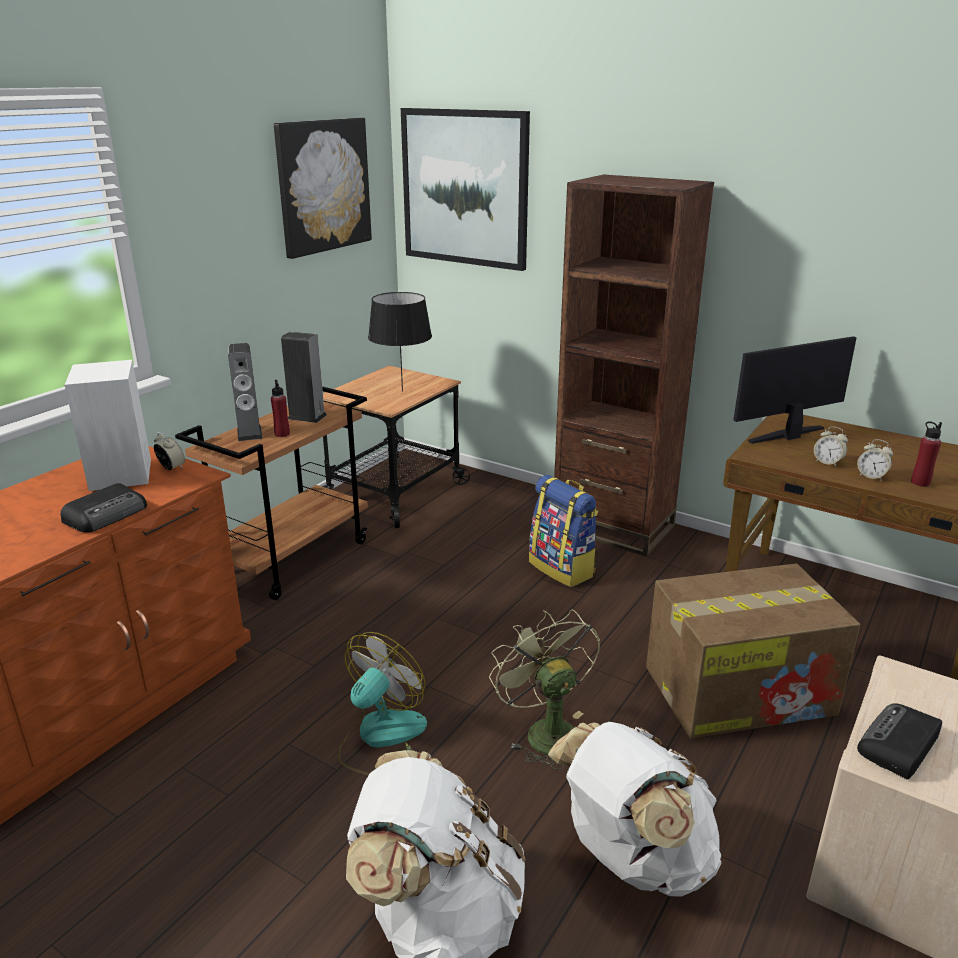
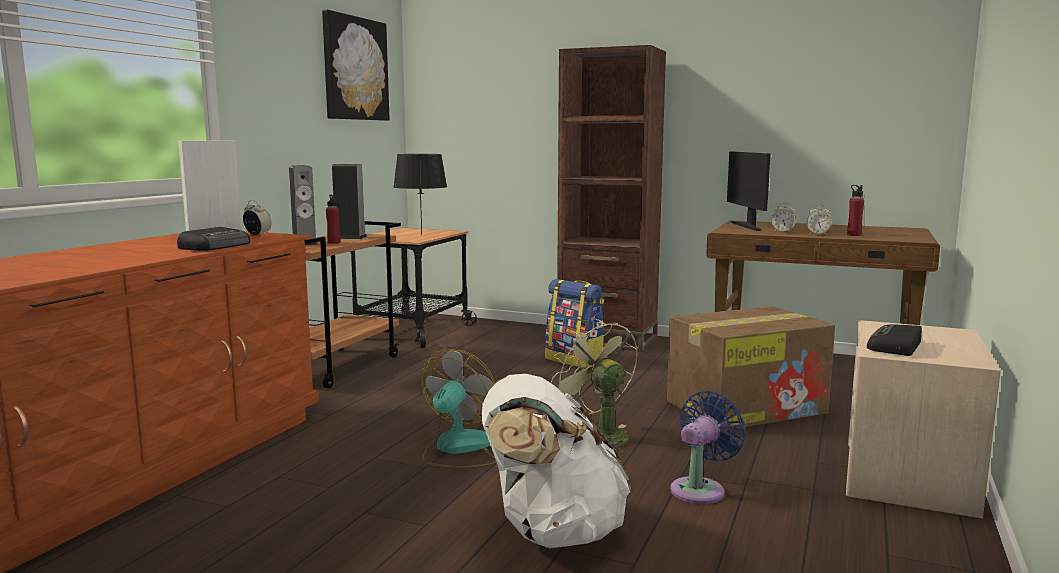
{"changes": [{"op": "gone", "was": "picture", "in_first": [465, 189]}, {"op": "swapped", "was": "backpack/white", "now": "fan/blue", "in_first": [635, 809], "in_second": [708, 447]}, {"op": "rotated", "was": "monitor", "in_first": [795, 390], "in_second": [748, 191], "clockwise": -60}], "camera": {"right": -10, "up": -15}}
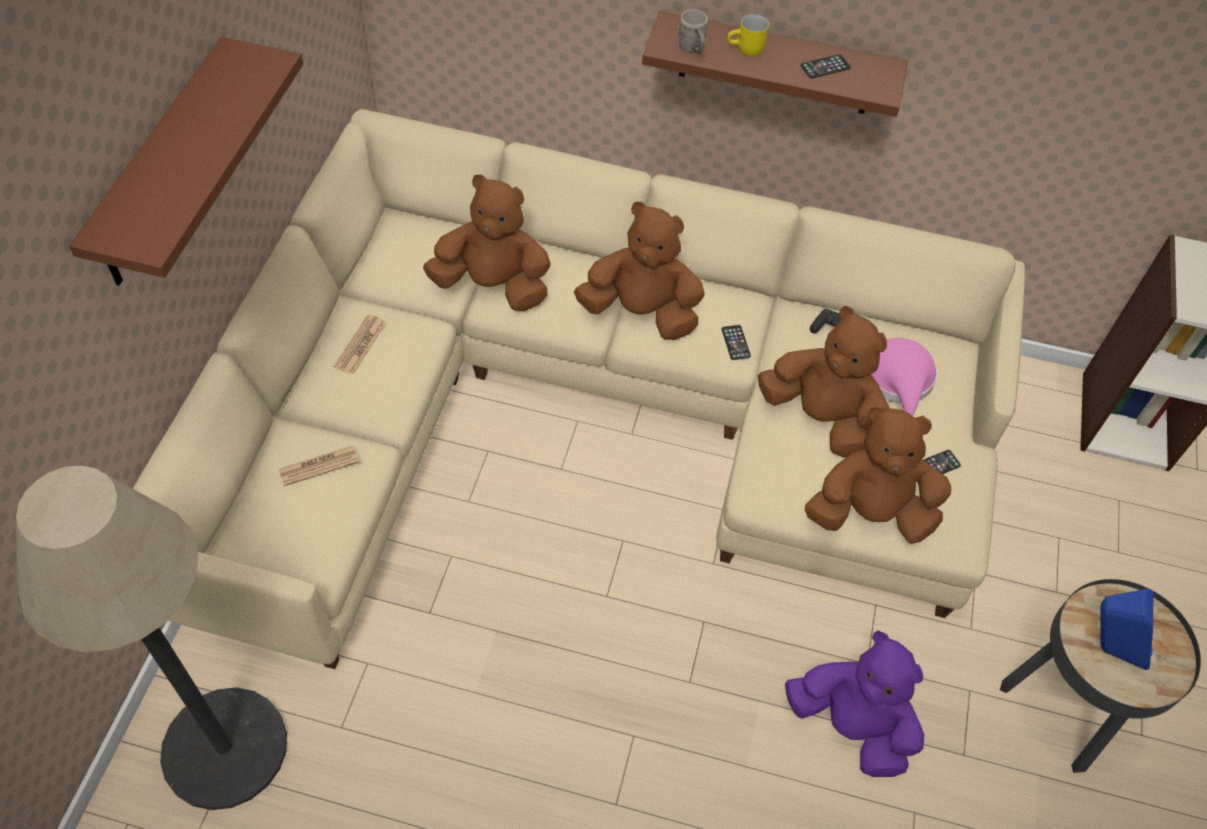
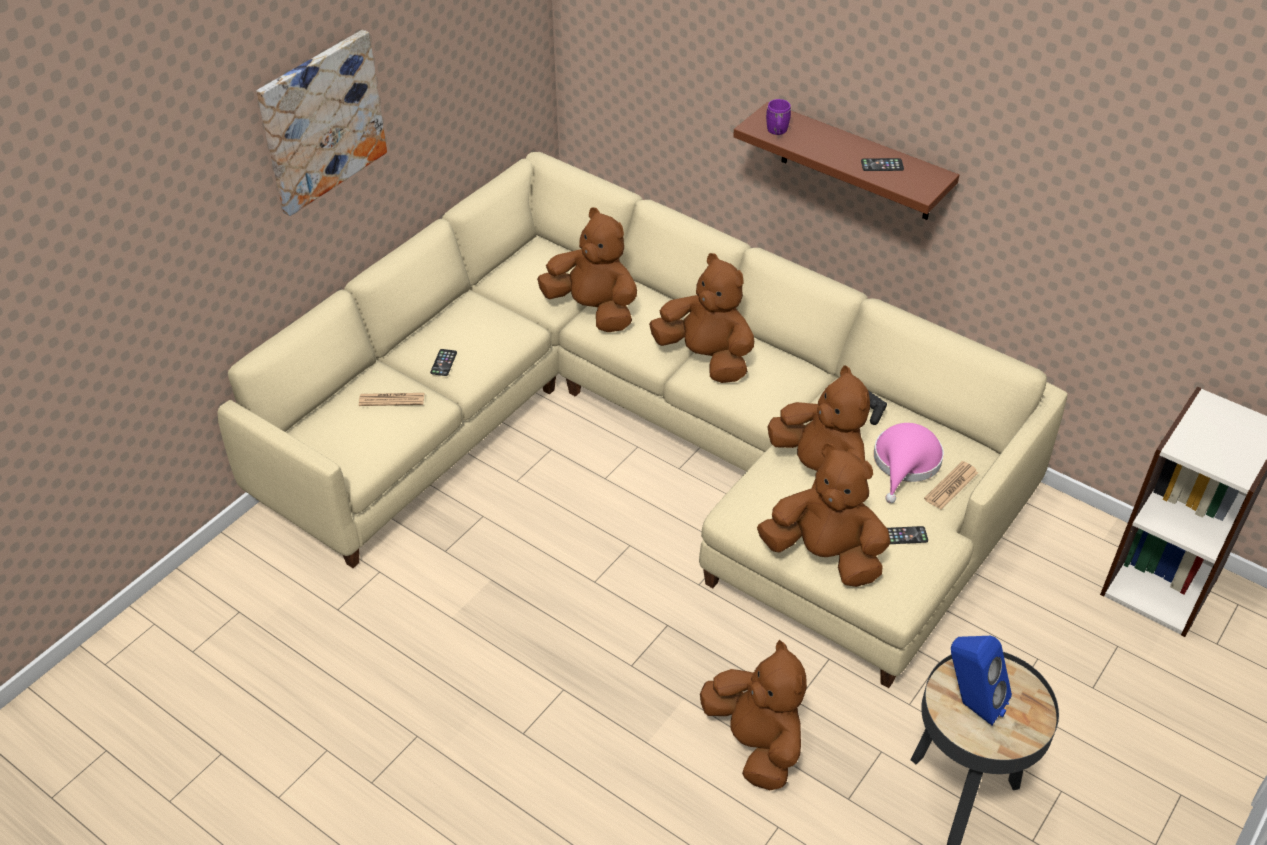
{"changes": [{"op": "gone", "was": "floor lamp", "in_first": [151, 638]}, {"op": "swapped", "was": "shelf/brown", "now": "picture", "in_first": [186, 161], "in_second": [321, 123]}, {"op": "shifted", "was": "newspaper", "in_first": [360, 344], "in_second": [951, 485]}, {"op": "repainted", "was": "mug/grey", "now": "mug/purple", "in_first": [693, 31], "in_second": [778, 117]}, {"op": "shifted", "was": "phone", "in_first": [736, 342], "in_second": [443, 362]}, {"op": "gone", "was": "mug/yellow", "in_first": [748, 35]}, {"op": "repainted", "was": "plush toy/purple", "now": "plush toy/brown", "in_first": [854, 704], "in_second": [753, 715]}], "camera": {"right": 25, "up": -10}}
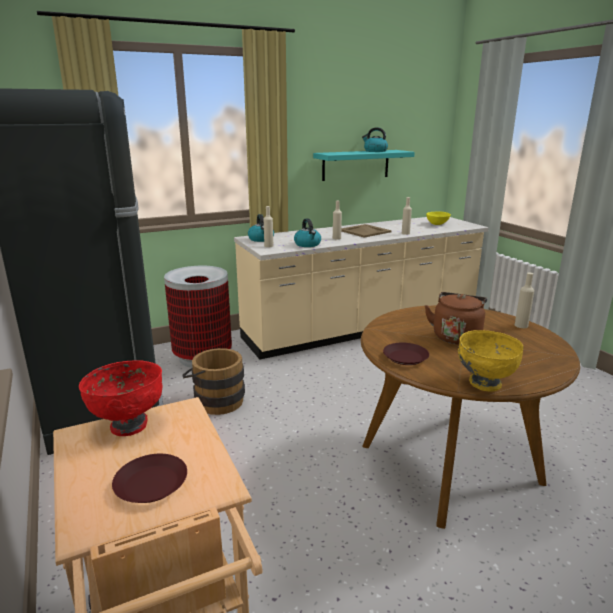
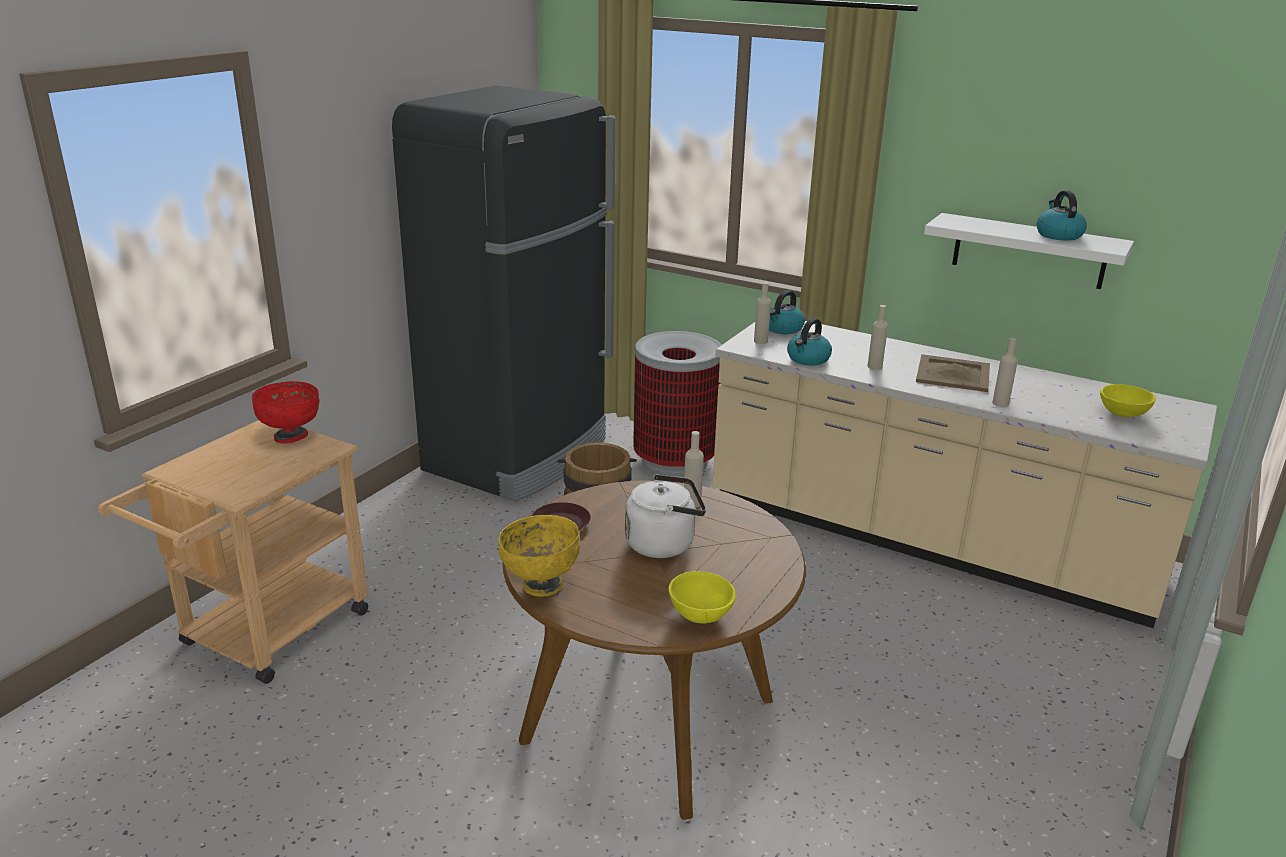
{"changes": [{"op": "gone", "was": "plate/brown", "in_first": [149, 478]}, {"op": "repainted", "was": "shelf/turquoise", "now": "shelf/white", "in_first": [364, 165], "in_second": [1029, 251]}, {"op": "repainted", "was": "kettle/brown", "now": "kettle/white", "in_first": [456, 318], "in_second": [665, 516]}, {"op": "shifted", "was": "bottle/beige", "in_first": [524, 300], "in_second": [694, 469]}, {"op": "new", "now": "bowl/yellow", "in_second": [702, 597]}], "camera": {"right": 55, "up": 5}}
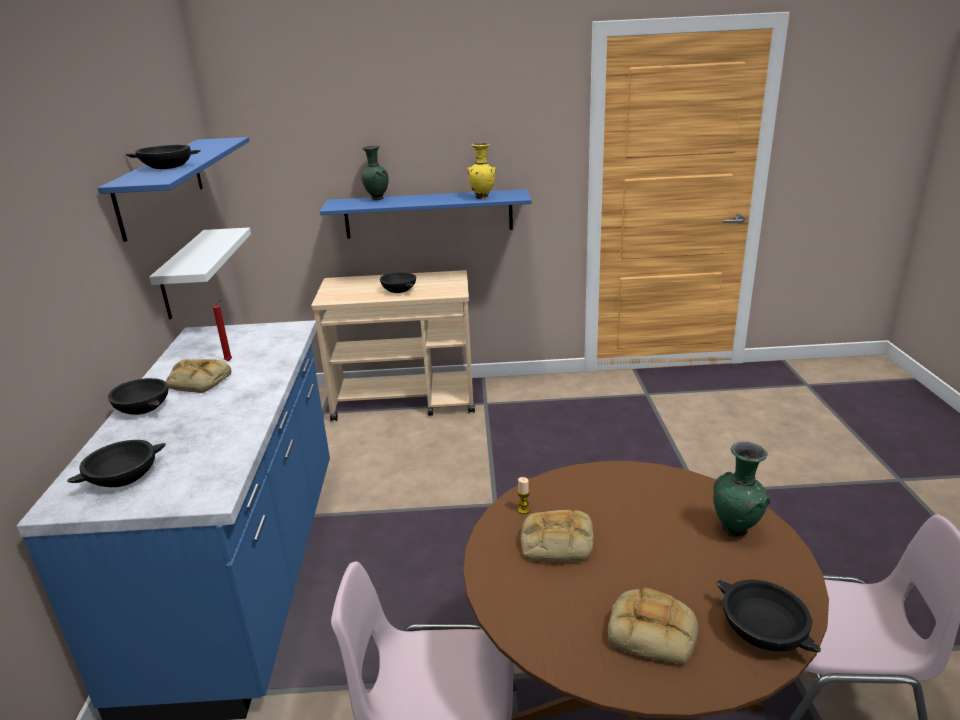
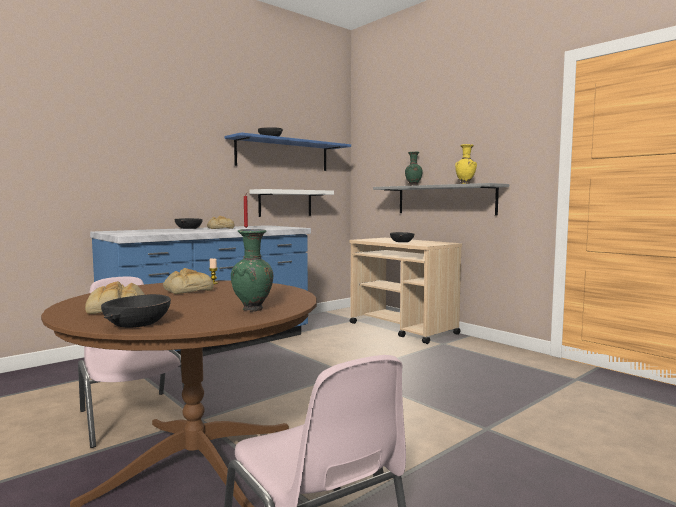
{"changes": [{"op": "gone", "was": "bowl/black", "in_first": [116, 463]}, {"op": "repainted", "was": "shelf/blue", "now": "shelf/grey", "in_first": [426, 214], "in_second": [441, 199]}], "camera": {"right": 50, "up": -20}}
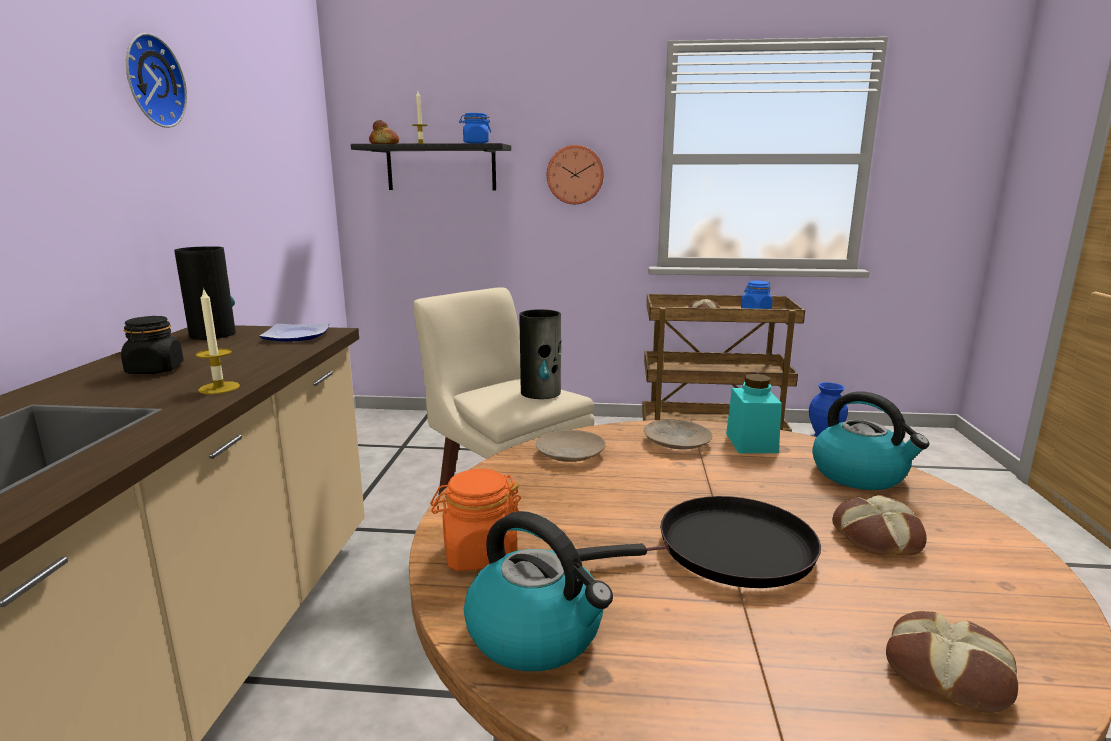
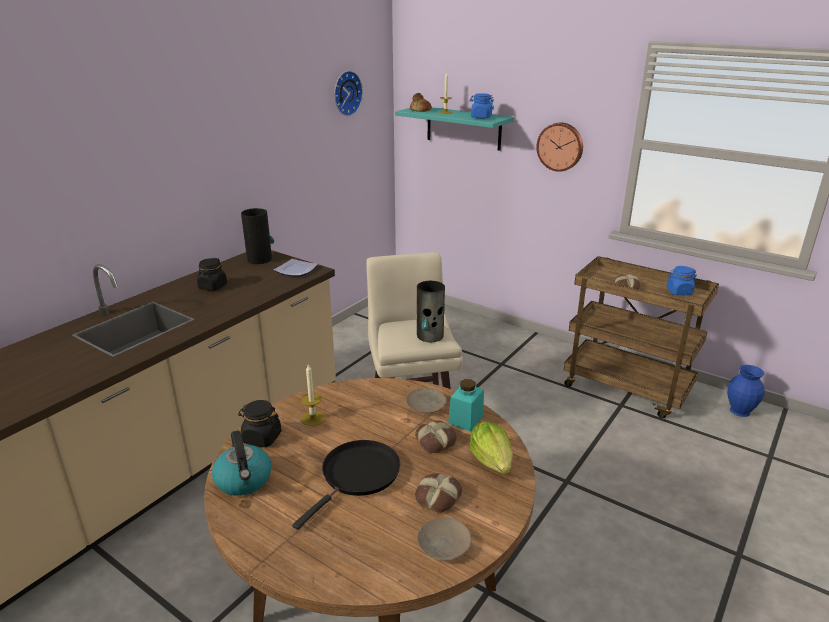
{"changes": [{"op": "shifted", "was": "wall clock", "in_first": [156, 80], "in_second": [348, 93]}, {"op": "shifted", "was": "candle", "in_first": [217, 341], "in_second": [313, 395]}, {"op": "repainted", "was": "shelf/black", "now": "shelf/turquoise", "in_first": [431, 166], "in_second": [454, 129]}, {"op": "repainted", "was": "jar/orange", "now": "jar/black", "in_first": [475, 520], "in_second": [259, 423]}, {"op": "shifted", "was": "plate/beige", "in_first": [571, 446], "in_second": [444, 539]}, {"op": "rotated", "was": "frying pan/black", "in_first": [698, 542], "in_second": [346, 485], "clockwise": -75}, {"op": "swapped", "was": "kettle", "now": "lettuce", "in_first": [870, 440], "in_second": [491, 447]}, {"op": "shifted", "was": "bread", "in_first": [952, 662], "in_second": [436, 436]}], "camera": {"right": 30, "up": 10}}
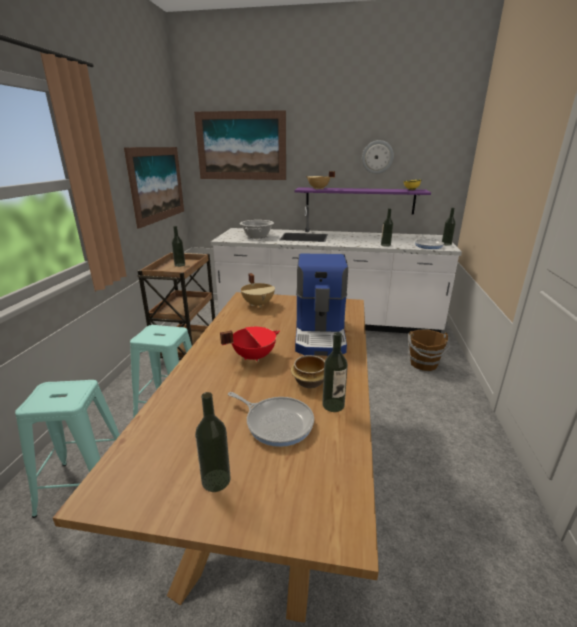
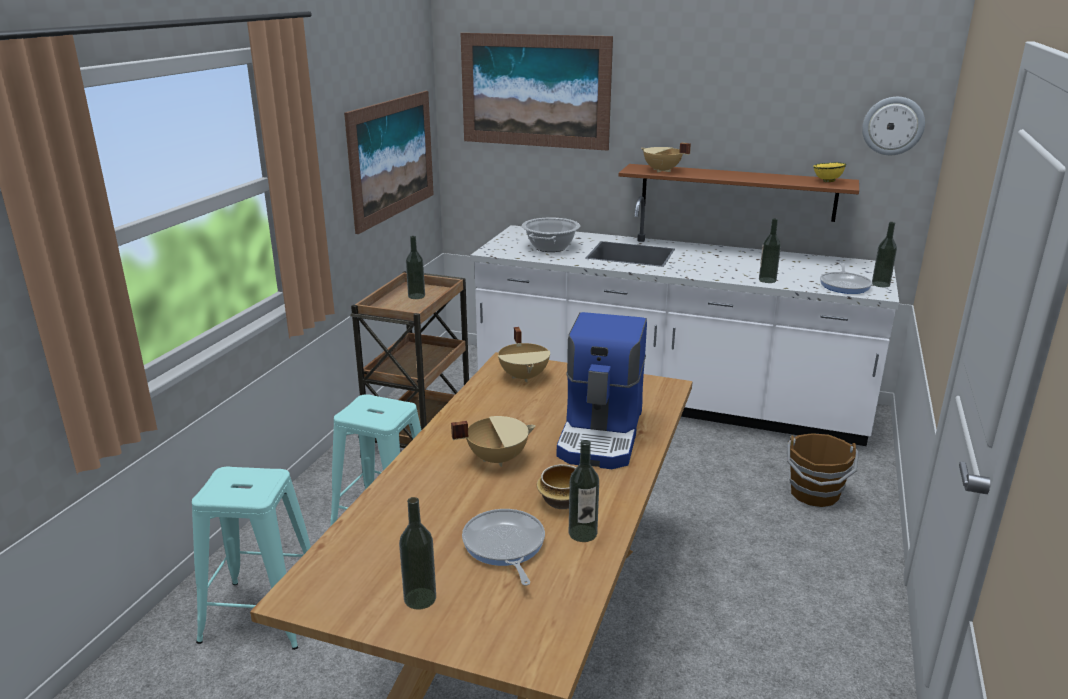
{"changes": [{"op": "repainted", "was": "cooking pot/red", "now": "cooking pot/beige", "in_first": [250, 344], "in_second": [493, 441]}, {"op": "rotated", "was": "frying pan", "in_first": [271, 419], "in_second": [503, 547], "clockwise": -150}, {"op": "repainted", "was": "shelf/purple", "now": "shelf/brown", "in_first": [363, 200], "in_second": [739, 193]}, {"op": "shifted", "was": "wall clock", "in_first": [378, 157], "in_second": [893, 126]}], "camera": {"right": 10, "up": 0}}
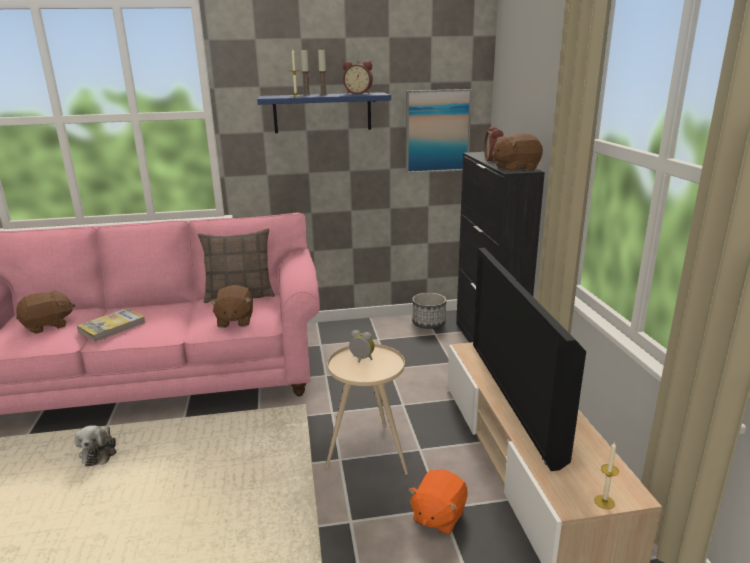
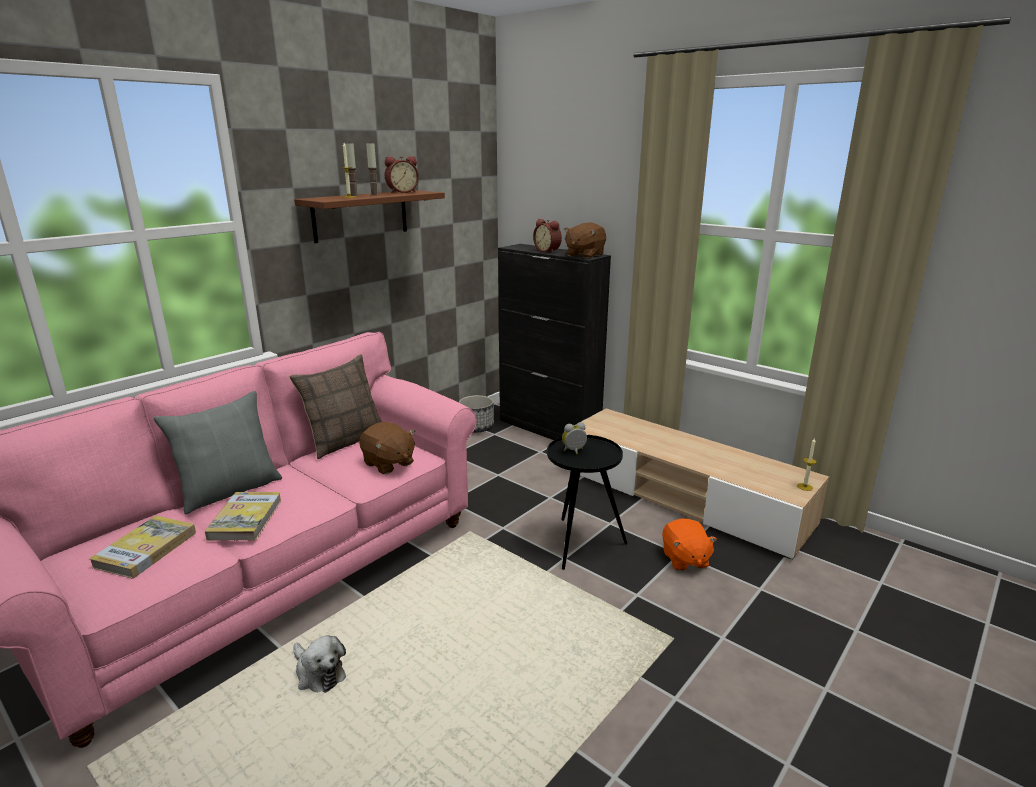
{"changes": [{"op": "swapped", "was": "plush toy/brown", "now": "book", "in_first": [45, 312], "in_second": [142, 547]}, {"op": "repainted", "was": "shelf/blue", "now": "shelf/brown", "in_first": [324, 112], "in_second": [369, 216]}, {"op": "repainted", "was": "side table/beige", "now": "side table/black", "in_first": [367, 409], "in_second": [587, 502]}, {"op": "gone", "was": "picture", "in_first": [439, 131]}, {"op": "gone", "was": "television", "in_first": [529, 359]}, {"op": "new", "now": "pillow/grey", "in_second": [218, 452]}], "camera": {"right": -40, "up": 0}}
